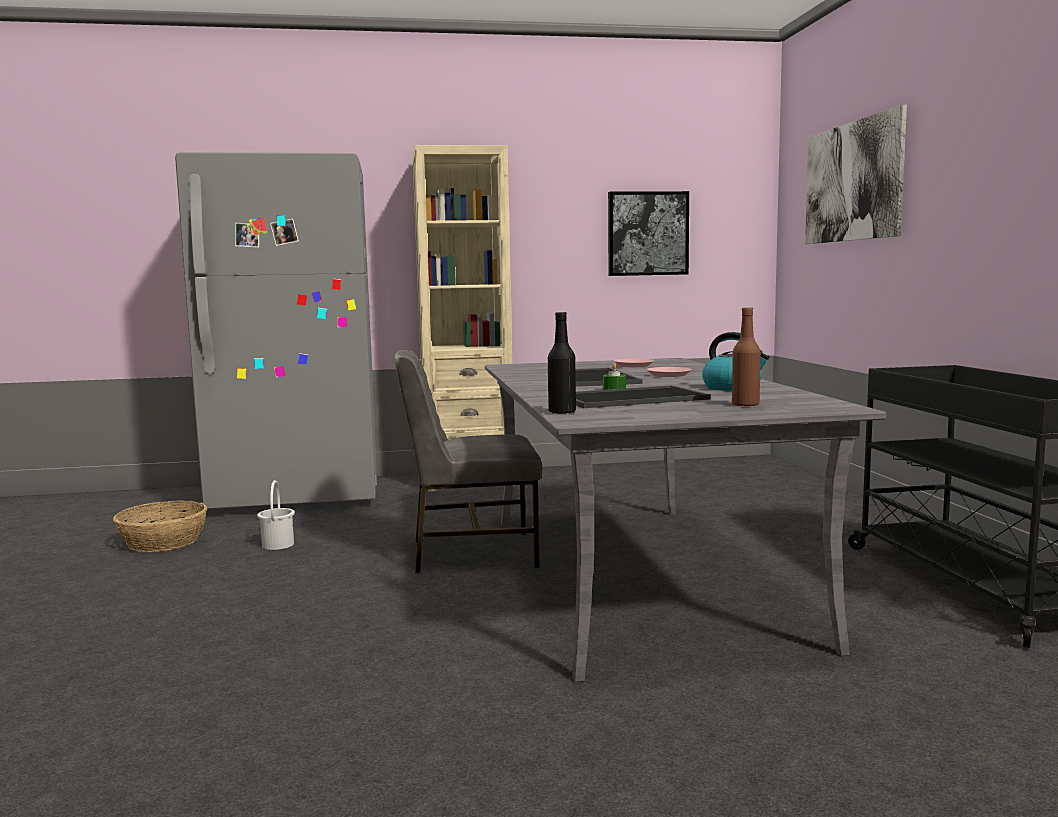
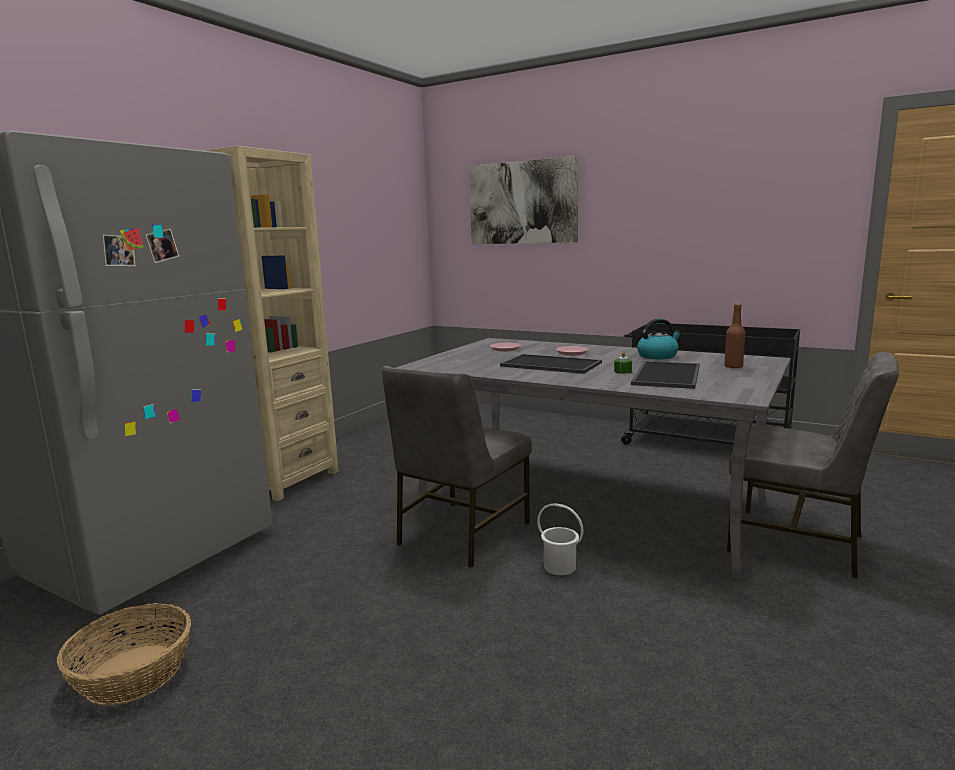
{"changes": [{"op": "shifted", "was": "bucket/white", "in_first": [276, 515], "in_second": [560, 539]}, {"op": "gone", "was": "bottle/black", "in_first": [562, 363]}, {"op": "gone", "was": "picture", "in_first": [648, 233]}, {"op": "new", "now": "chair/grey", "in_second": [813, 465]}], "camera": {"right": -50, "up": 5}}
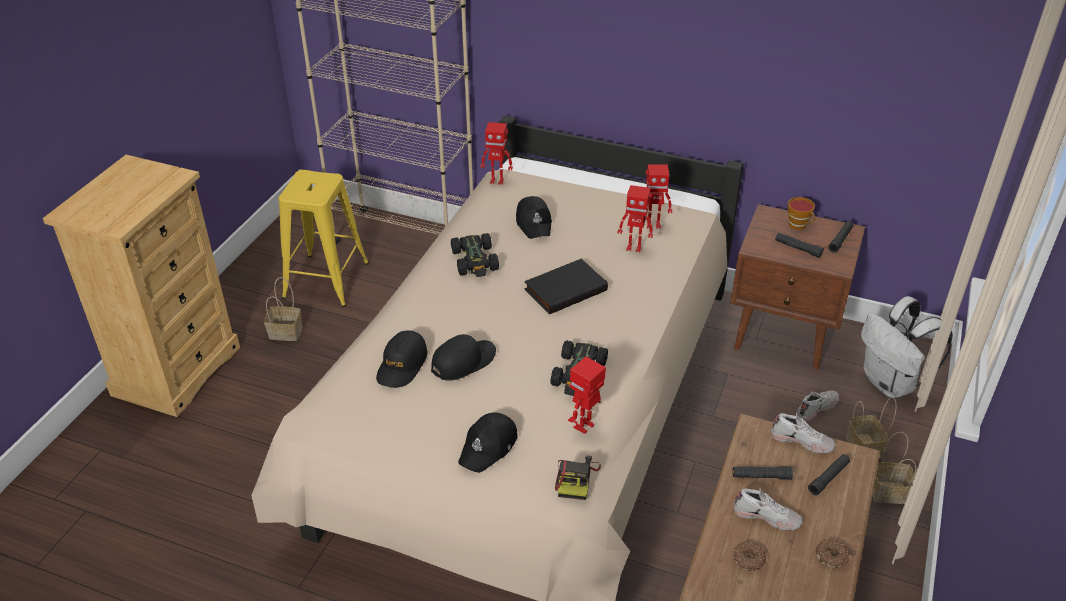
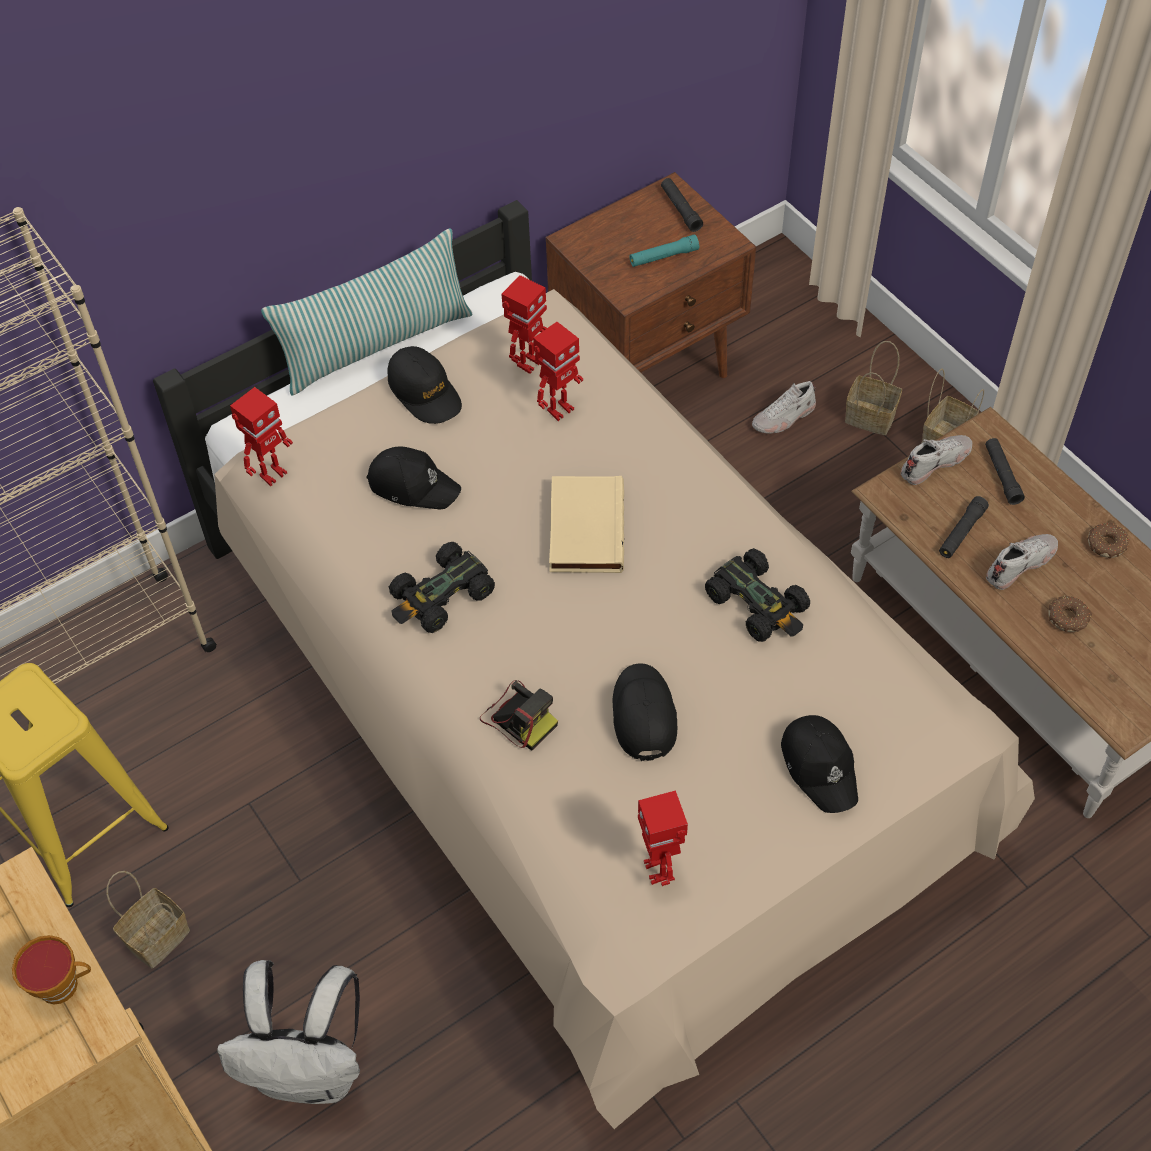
{"changes": [{"op": "shifted", "was": "cap/black", "in_first": [402, 359], "in_second": [424, 385]}, {"op": "rotated", "was": "toy car/black", "in_first": [475, 255], "in_second": [442, 587], "clockwise": 120}, {"op": "repainted", "was": "book/black", "now": "book/beige", "in_first": [566, 286], "in_second": [586, 524]}, {"op": "shifted", "was": "photo camera", "in_first": [578, 477], "in_second": [519, 715]}, {"op": "shifted", "was": "toy robot", "in_first": [587, 395], "in_second": [663, 838]}, {"op": "repainted", "was": "flashlight/black", "now": "flashlight/turquoise", "in_first": [799, 245], "in_second": [664, 250]}, {"op": "shifted", "was": "cup", "in_first": [801, 213], "in_second": [51, 969]}, {"op": "rotated", "was": "shoe/white", "in_first": [818, 406], "in_second": [784, 407], "clockwise": -120}, {"op": "shifted", "was": "backpack/white", "in_first": [907, 347], "in_second": [288, 1032]}, {"op": "new", "now": "pillow", "in_second": [366, 311]}], "camera": {"right": -55, "up": 15}}
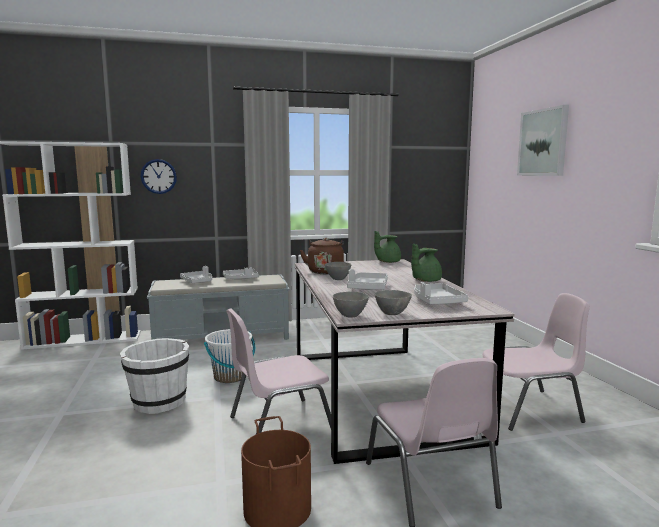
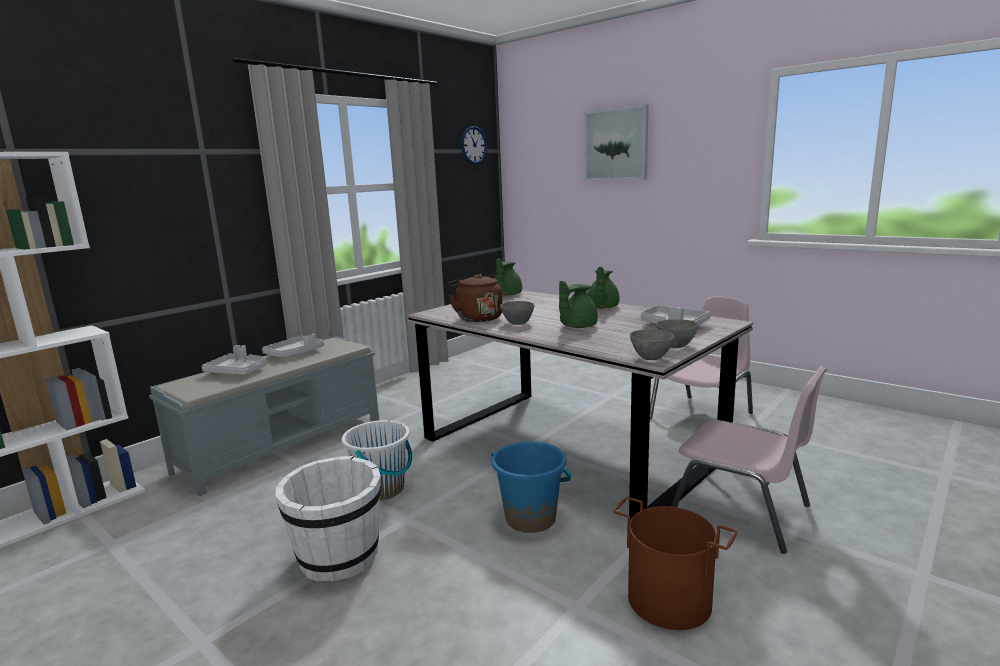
{"changes": [{"op": "shifted", "was": "wall clock", "in_first": [158, 176], "in_second": [474, 145]}, {"op": "swapped", "was": "chair/pink", "now": "bucket/blue", "in_first": [278, 371], "in_second": [531, 487]}, {"op": "swapped", "was": "tray/grey", "now": "teapot/green", "in_first": [367, 279], "in_second": [578, 304]}], "camera": {"right": -35, "up": 5}}
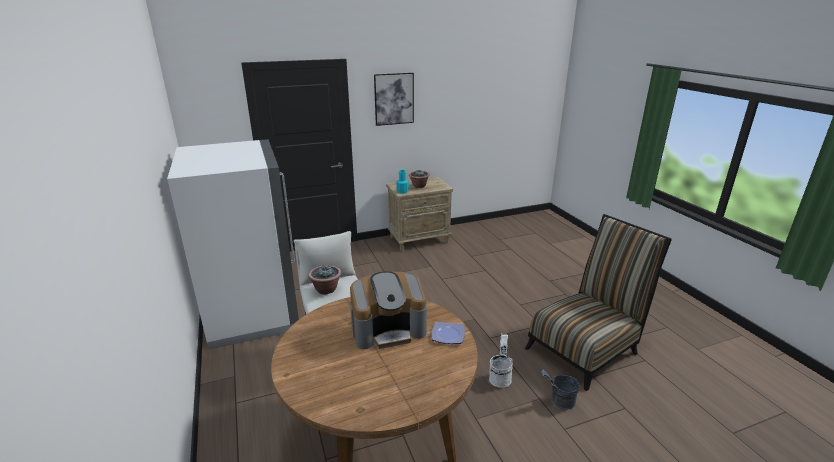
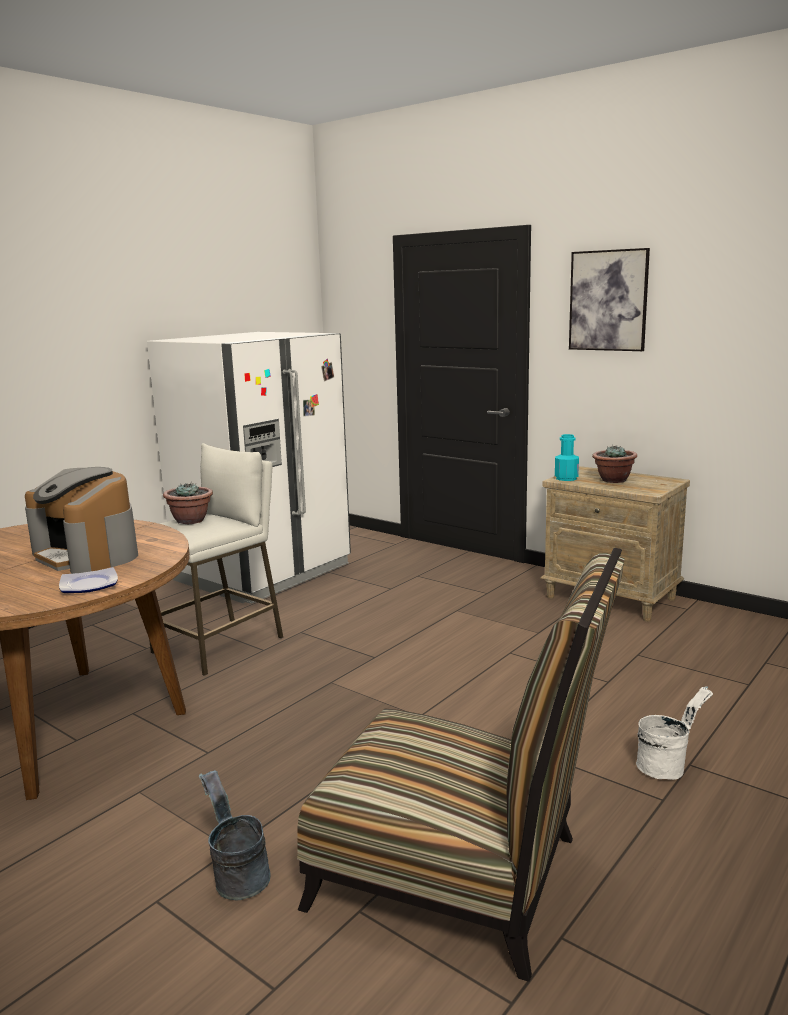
{"changes": [{"op": "shifted", "was": "bucket/white", "in_first": [501, 360], "in_second": [674, 733]}], "camera": {"right": 60, "up": -10}}
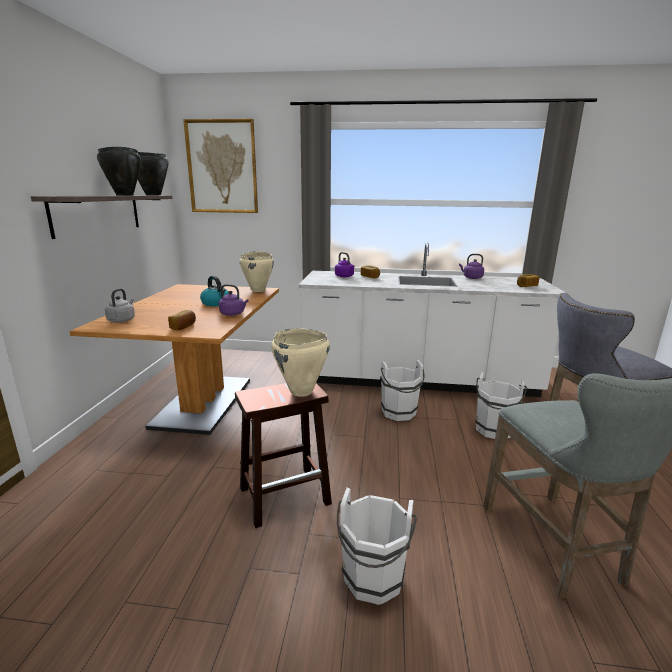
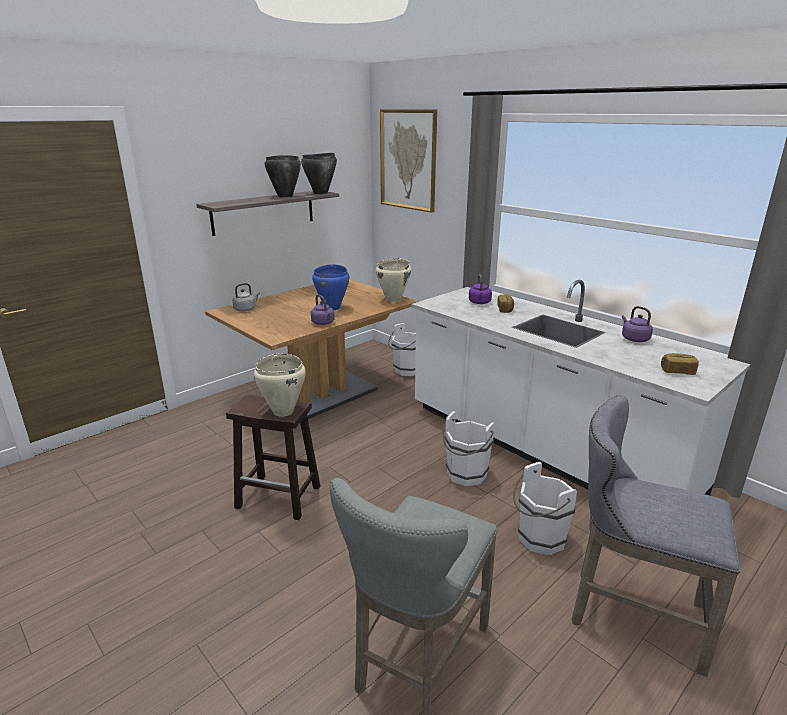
{"changes": [{"op": "gone", "was": "bread", "in_first": [182, 320]}, {"op": "swapped", "was": "kettle", "now": "cooking pot/blue", "in_first": [214, 291], "in_second": [330, 287]}, {"op": "shifted", "was": "bucket/white", "in_first": [377, 546], "in_second": [402, 349]}], "camera": {"right": 40, "up": 5}}
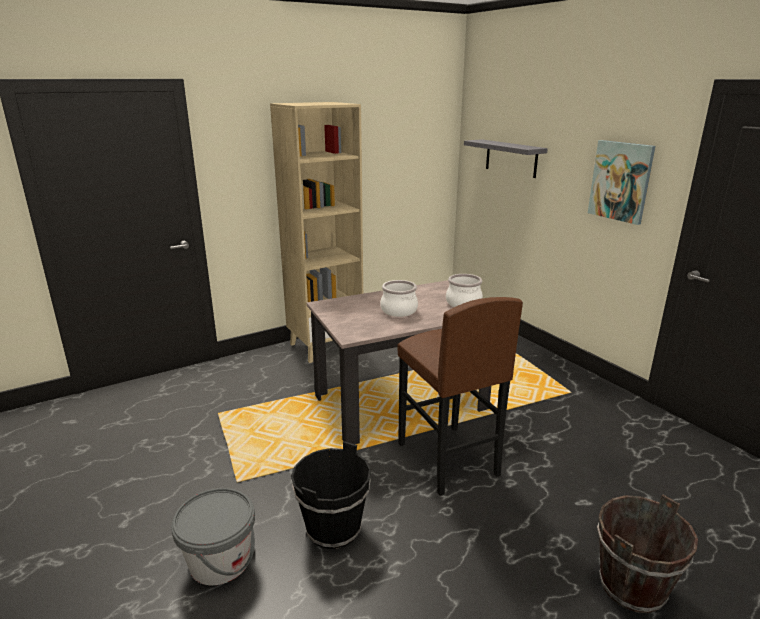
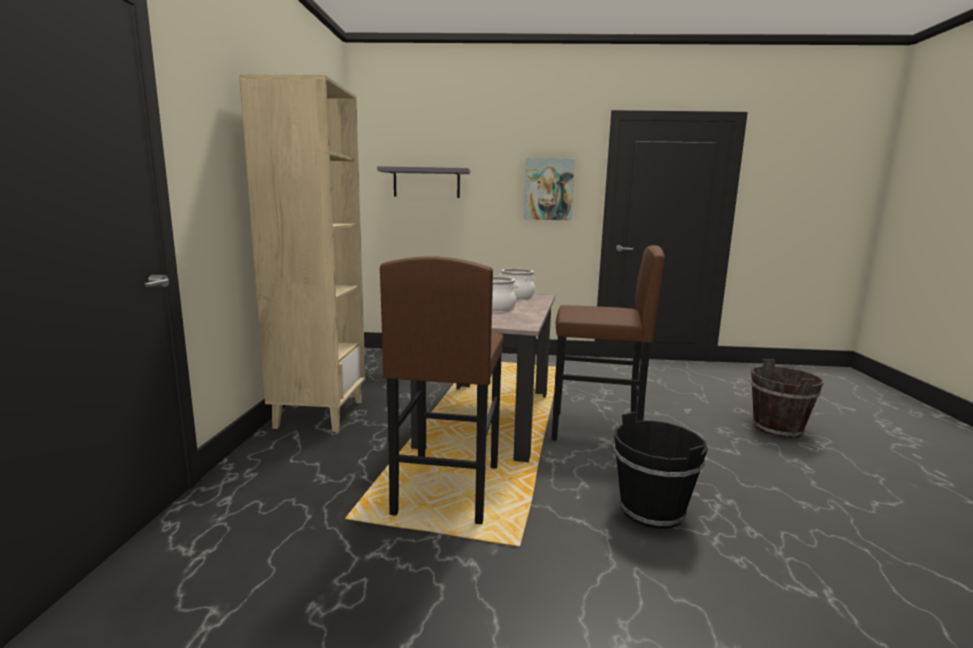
{"changes": [{"op": "gone", "was": "bucket/grey", "in_first": [213, 536]}, {"op": "new", "now": "stool/brown", "in_second": [442, 390]}], "camera": {"right": -55, "up": -10}}
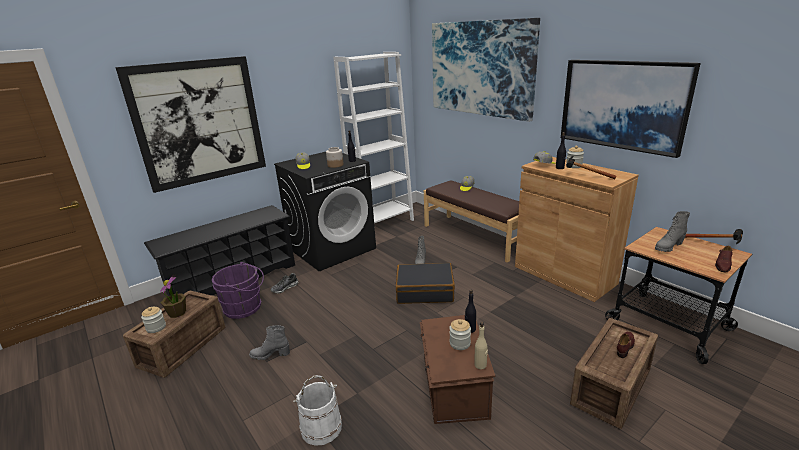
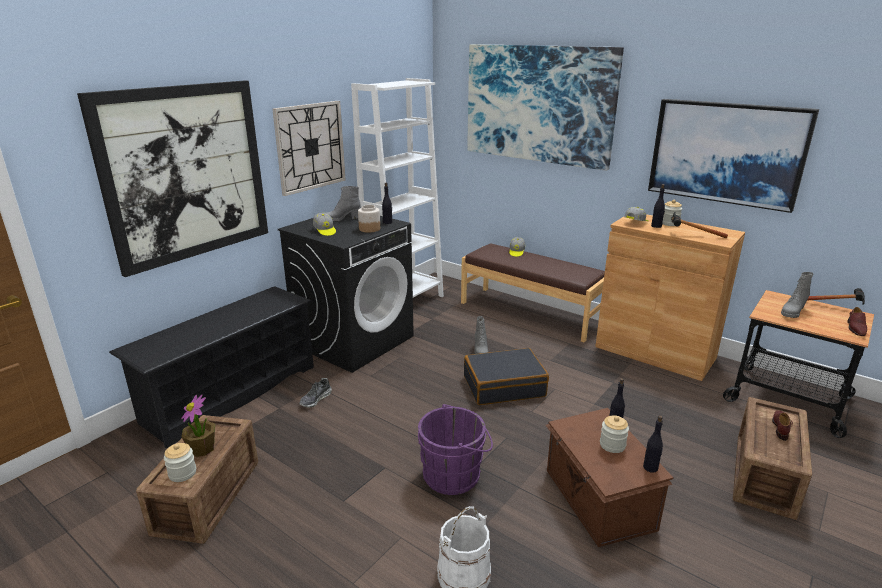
{"changes": [{"op": "shifted", "was": "bucket/purple", "in_first": [238, 290], "in_second": [455, 449]}, {"op": "shifted", "was": "boot/grey", "in_first": [269, 342], "in_second": [343, 203]}, {"op": "repainted", "was": "bottle/beige", "now": "bottle/black", "in_first": [481, 345], "in_second": [653, 444]}, {"op": "new", "now": "wall clock", "in_second": [309, 148]}], "camera": {"right": -15, "up": 0}}
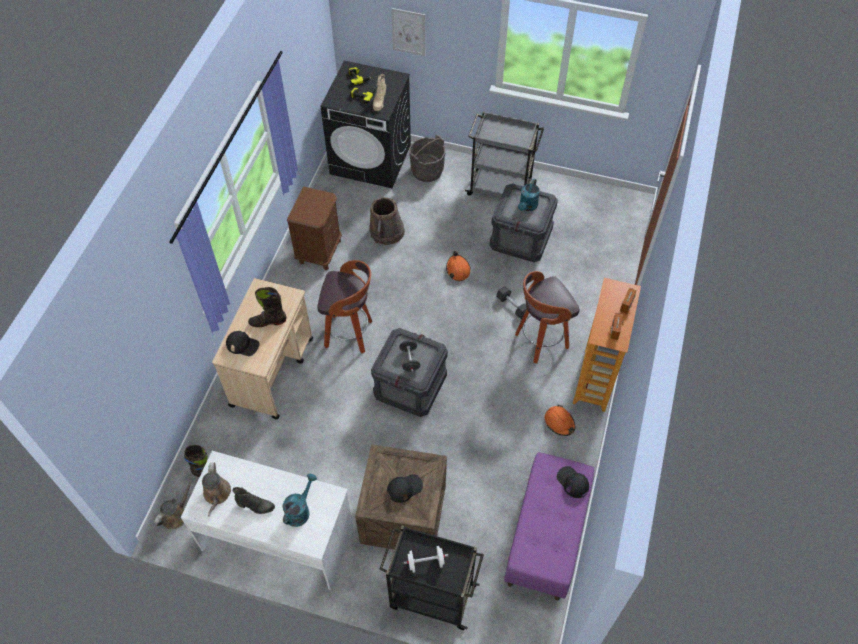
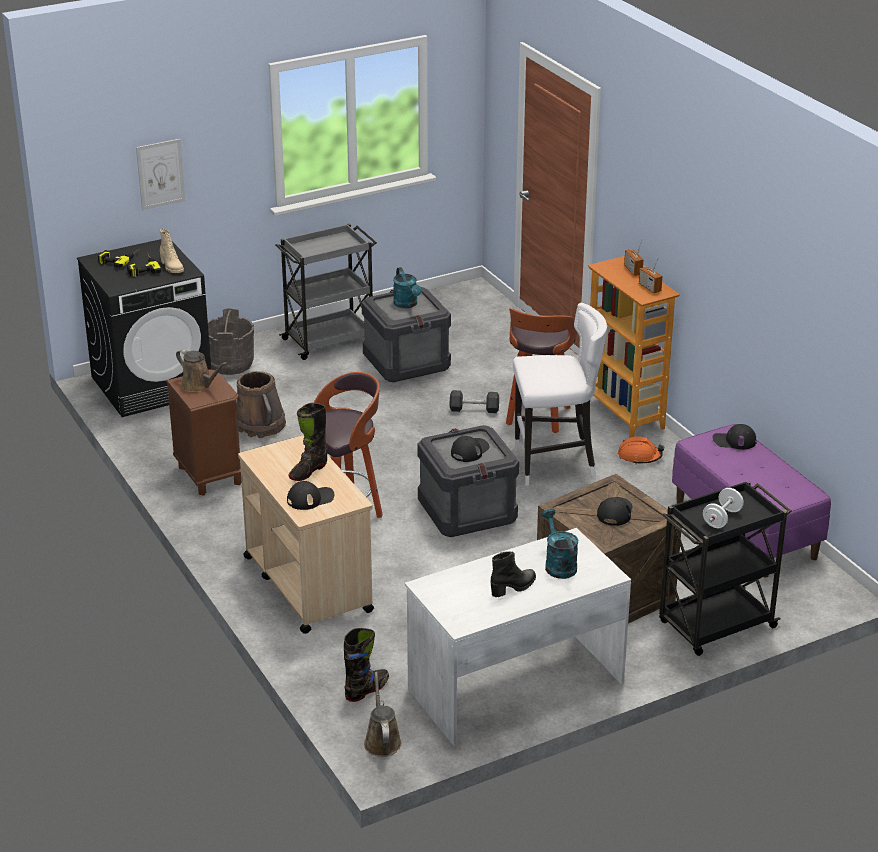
{"changes": [{"op": "shifted", "was": "watering can/brown", "in_first": [216, 489], "in_second": [201, 370]}, {"op": "swapped", "was": "dumbbell/black", "now": "cap/black", "in_first": [409, 356], "in_second": [470, 449]}, {"op": "gone", "was": "hard hat/orange", "in_first": [458, 266]}, {"op": "new", "now": "stool/white", "in_second": [560, 394]}], "camera": {"right": -45, "up": -25}}
